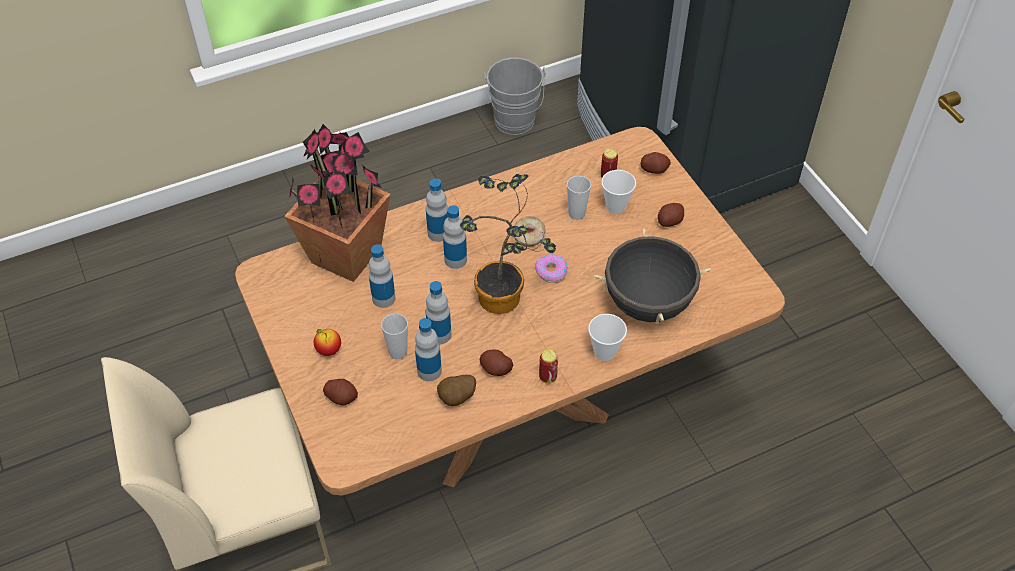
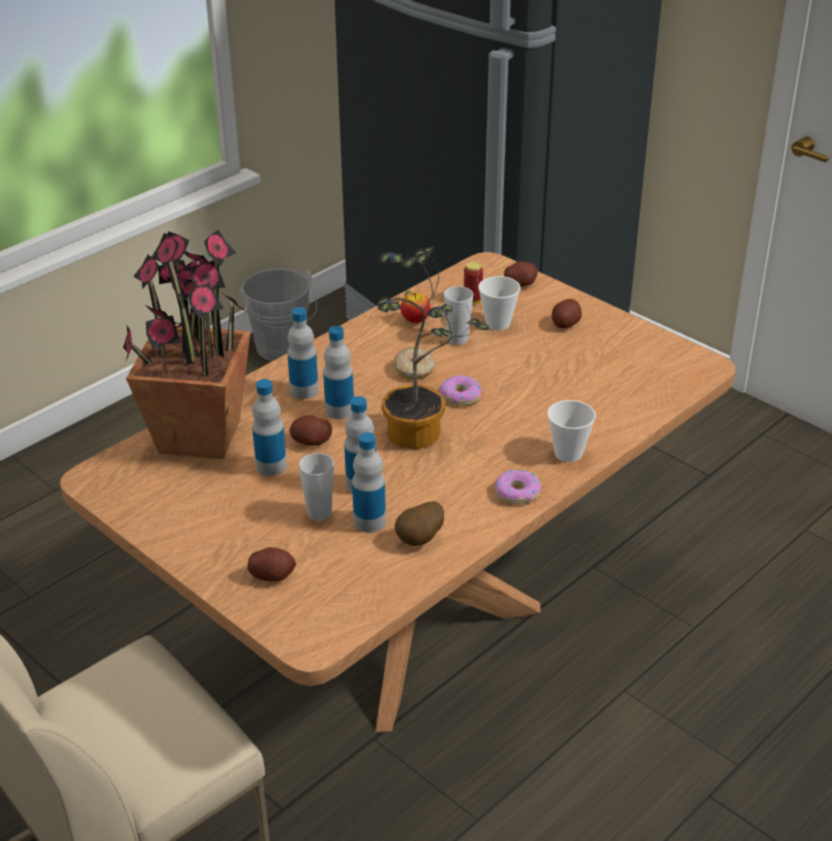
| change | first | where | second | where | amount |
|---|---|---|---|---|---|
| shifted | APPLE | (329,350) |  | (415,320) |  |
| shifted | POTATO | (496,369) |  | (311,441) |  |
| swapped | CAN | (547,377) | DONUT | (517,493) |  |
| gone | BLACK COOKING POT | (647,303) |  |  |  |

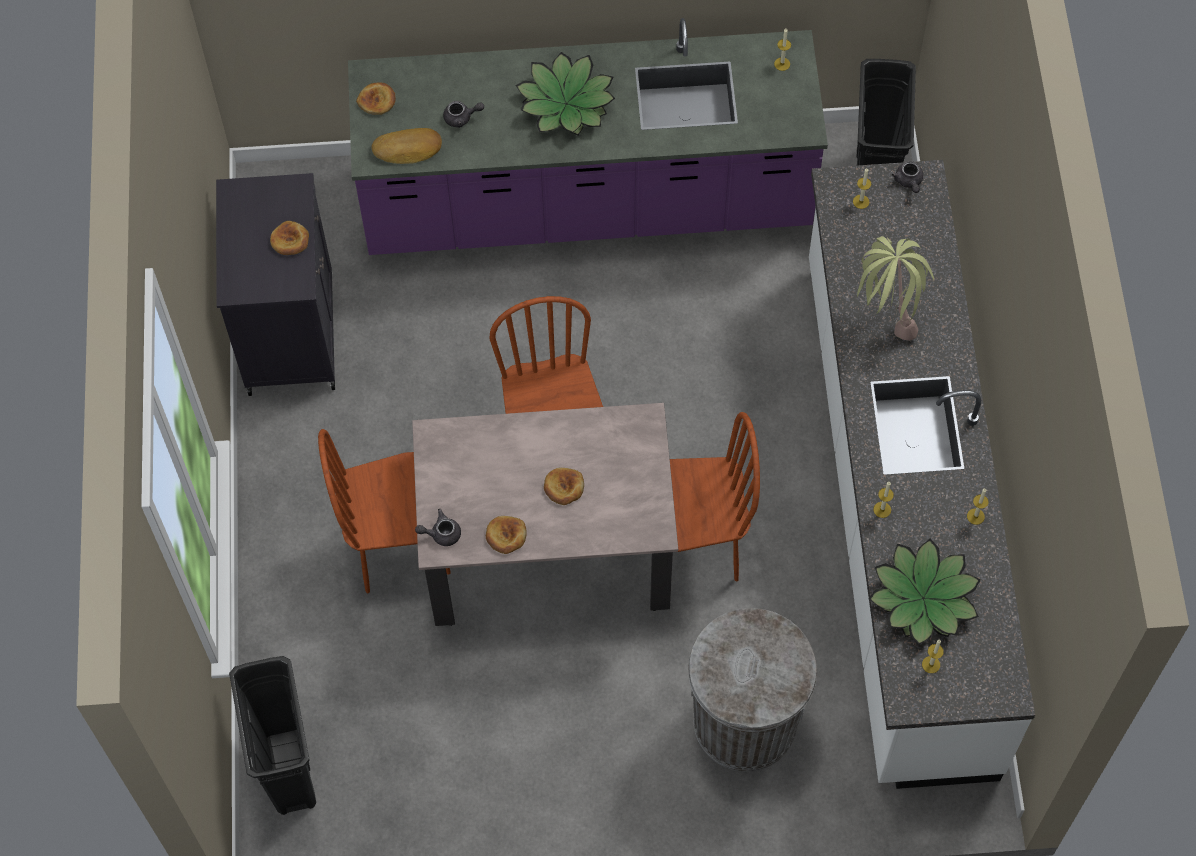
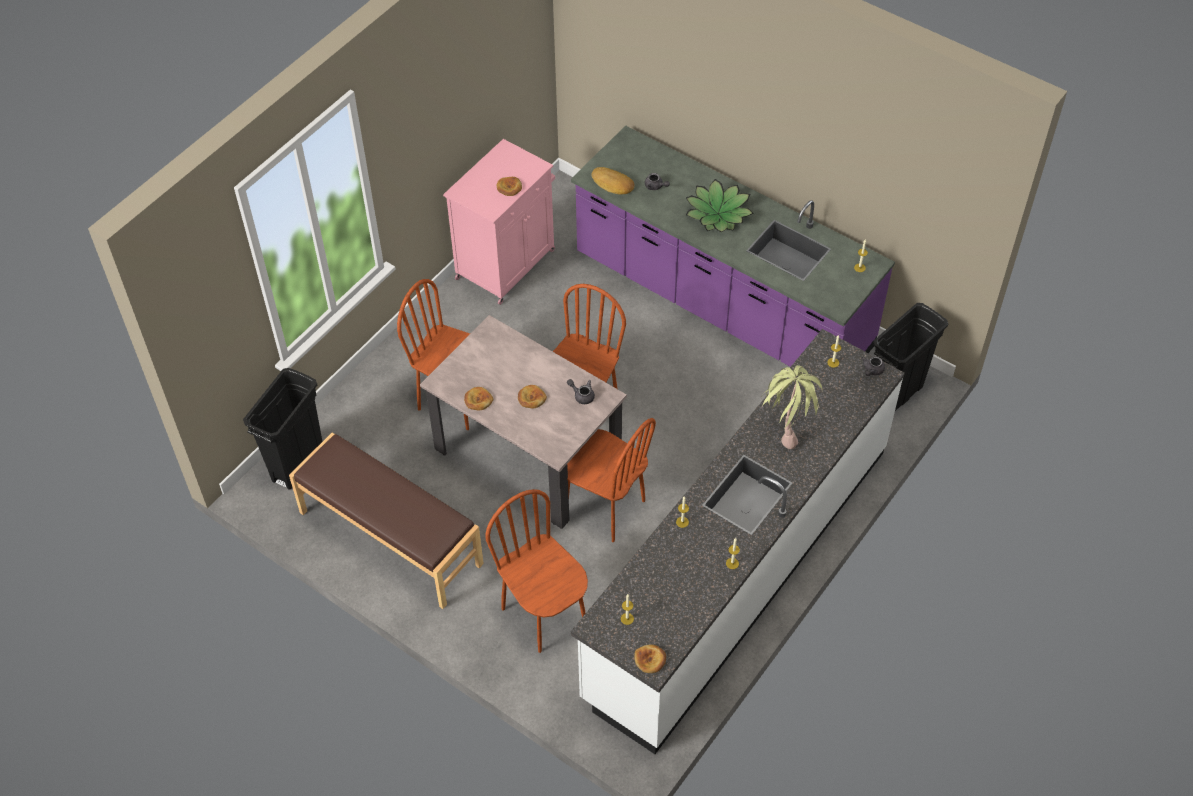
| change | first | where | second | where | amount |
|---|---|---|---|---|---|
| repainted | BLACK CABINET | (290,330) | PINK CABINET | (506,263) |  |
| shifted | BREAD | (377,100) |  | (650,660) |  |
| shifted | GREY TEAPOT | (441,533) |  | (582,395) |  |
| swapped | GREY TRASH CAN | (744,722) | BROWN CHAIR | (544,614) |  |
| gone | POTTED PLANT | (922,598) |  |  |  |
| new |  |  | BROWN BENCH | (389,538) |  |

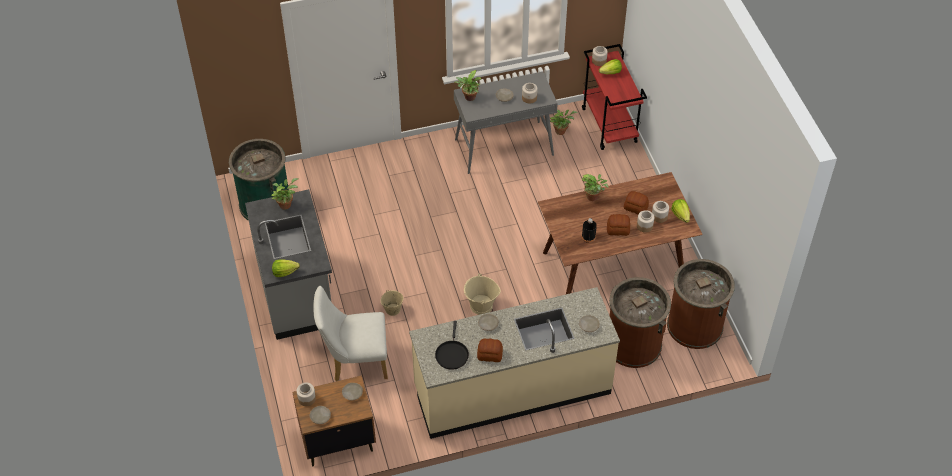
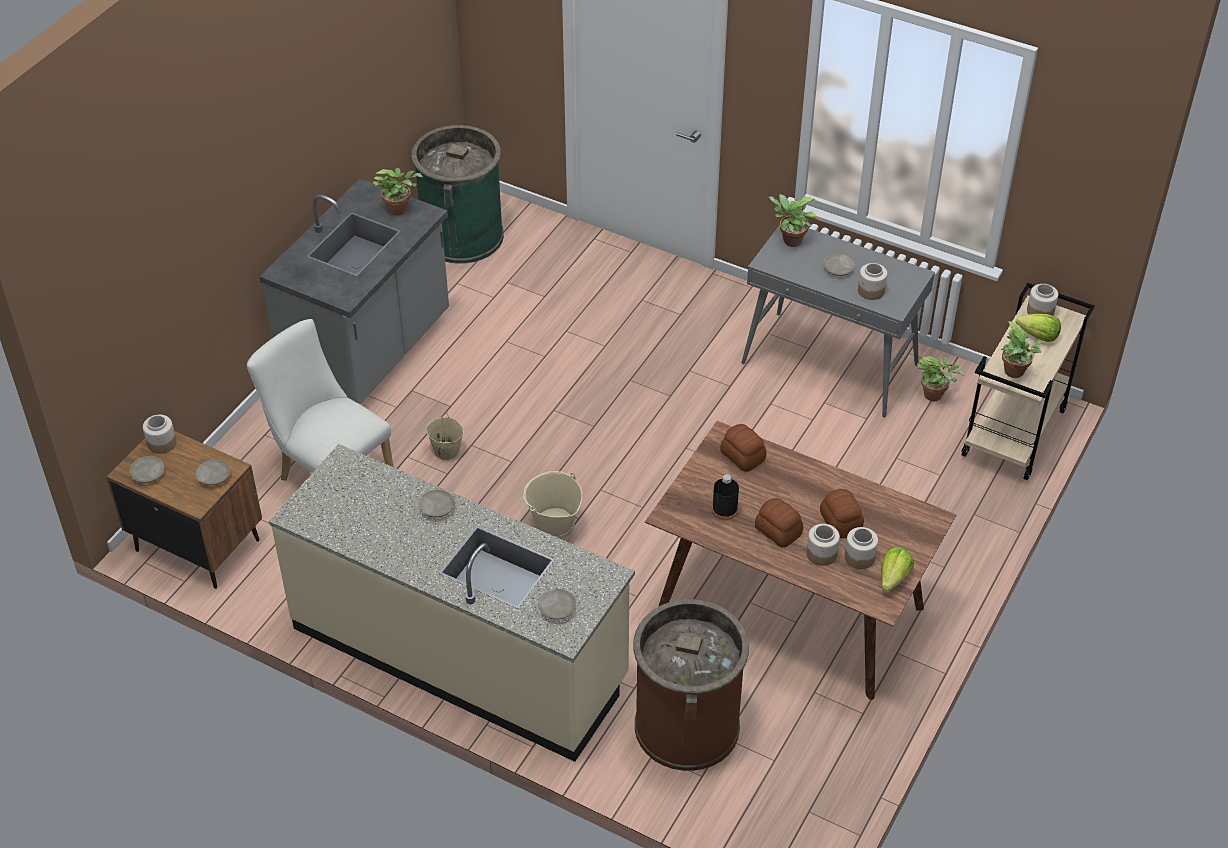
| change | first | where | second | where | amount |
|---|---|---|---|---|---|
| gone | LETTUCE | (285,272) |  |  |  |
| gone | BLACK FRYING PAN | (452,354) |  |  |  |
| shifted | BREAD | (490,355) |  | (742,457) |  |
| repainted | RED CART | (610,125) | BEIGE CART | (1014,434) |  |
| shifted | POTTED PLANT | (593,197) |  | (1016,373) |  |
| gone | BROWN TRASH CAN | (695,325) |  |  |  |

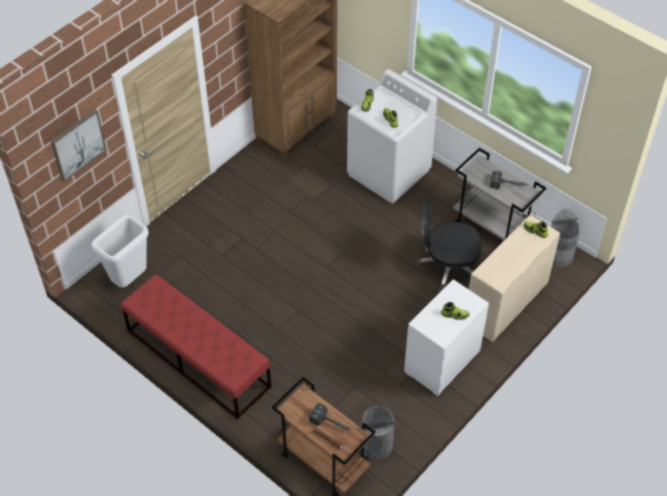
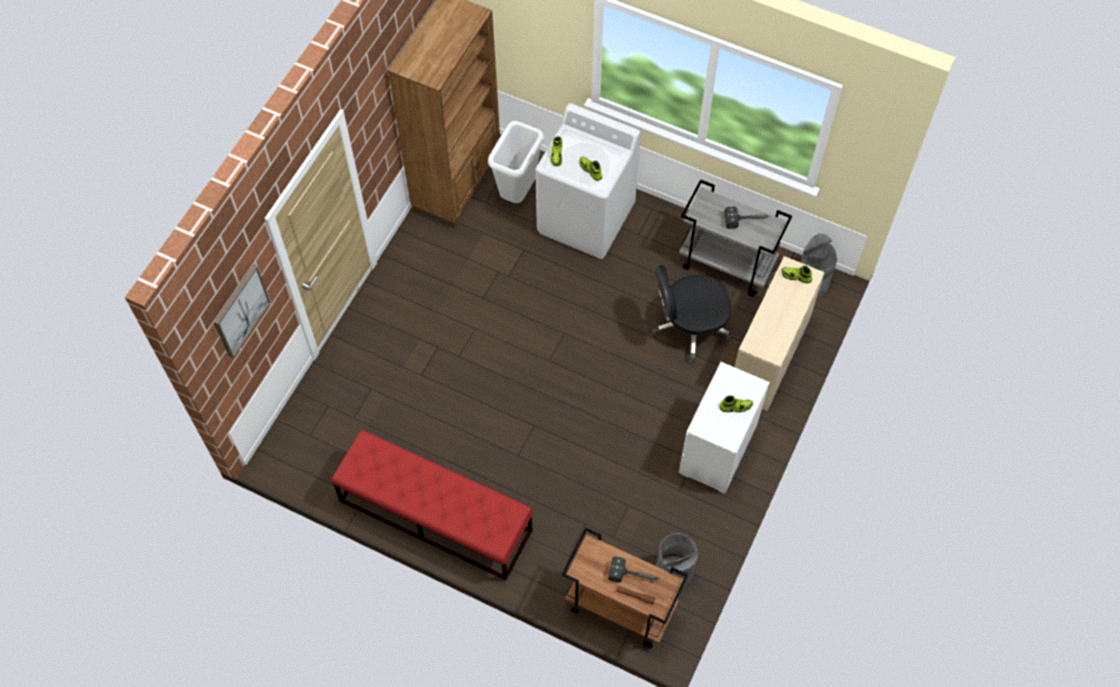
| change | first | where | second | where | amount |
|---|---|---|---|---|---|
| shifted | WHITE TRASH CAN | (129,279) |  | (517,192) |  |

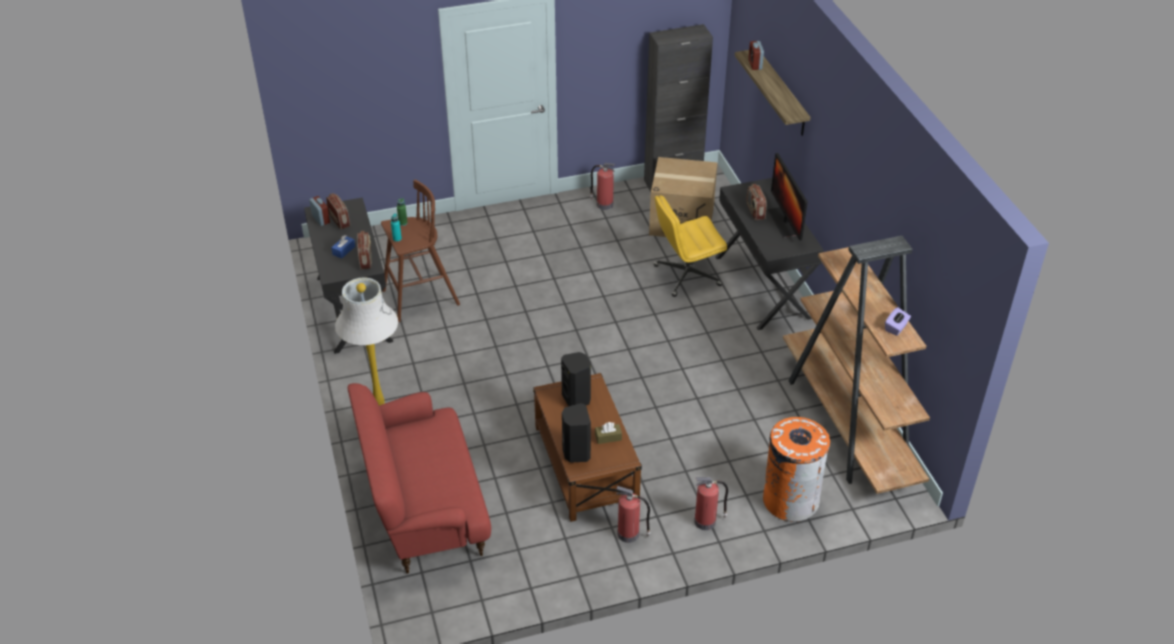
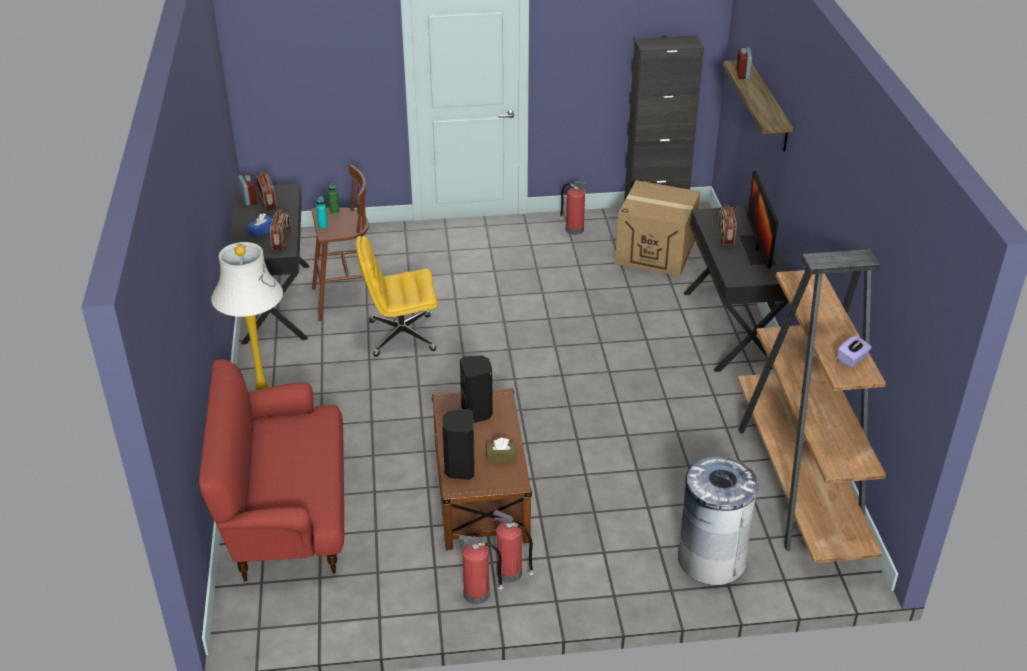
| change | first | where | second | where | amount |
|---|---|---|---|---|---|
| shifted | YELLOW OFFICE CHAIR | (686,276) |  | (401,336) |  |
| shifted | FIRE EXTINGUISHER | (706,521) |  | (478,594) |  |
| repainted | ORANGE TRASH CAN | (790,499) | GREY TRASH CAN | (711,559) |  |

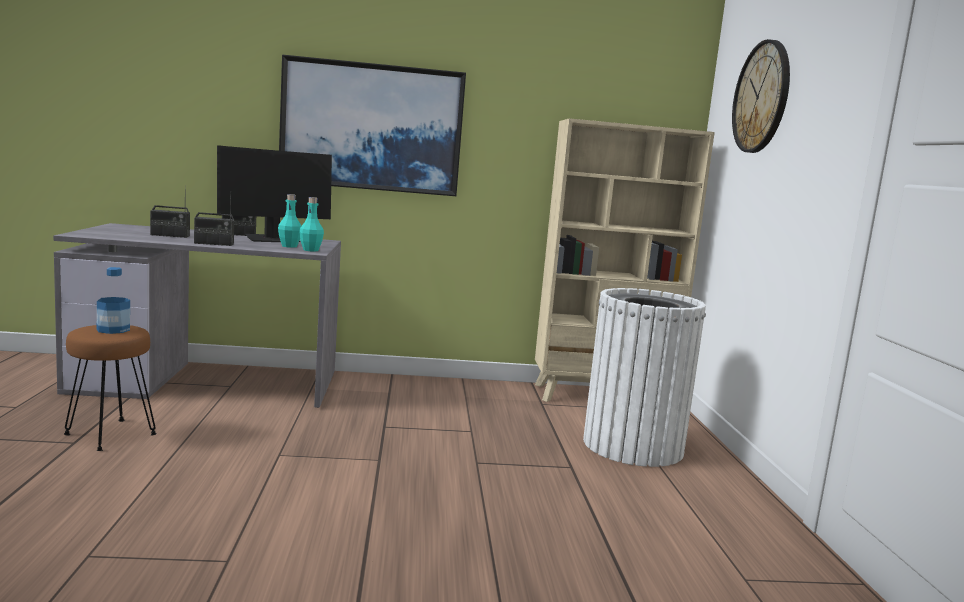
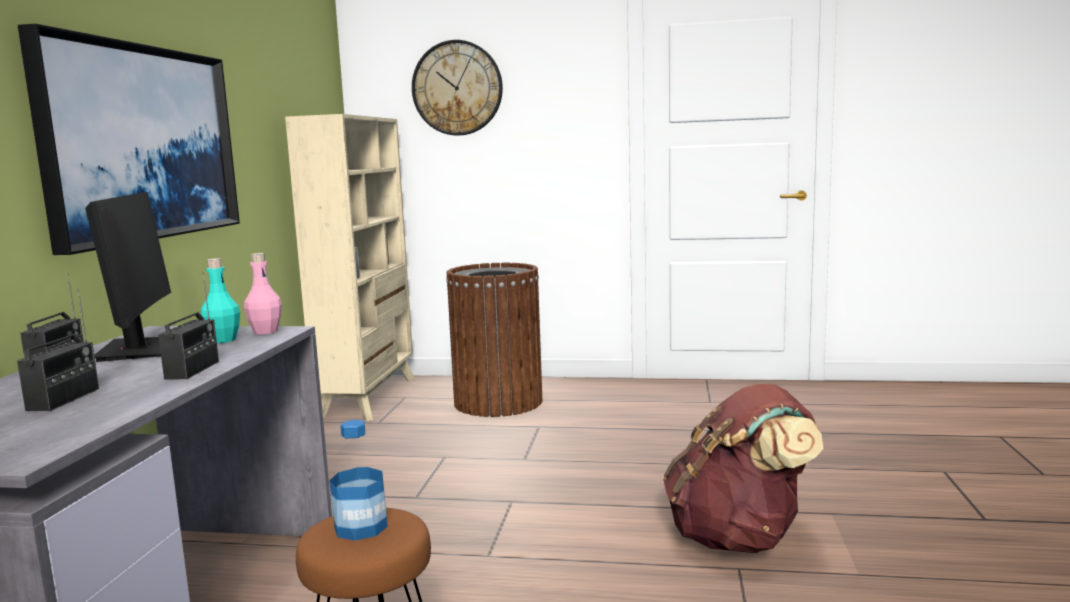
| change | first | where | second | where | amount |
|---|---|---|---|---|---|
| repainted | TURQUOISE BOTTLE | (310,250) | PINK BOTTLE | (265,331) |  |
| repainted | WHITE TRASH CAN | (633,446) | BROWN TRASH CAN | (498,402) |  |
| new |  |  | BROWN BACKPACK | (739,538) |  |

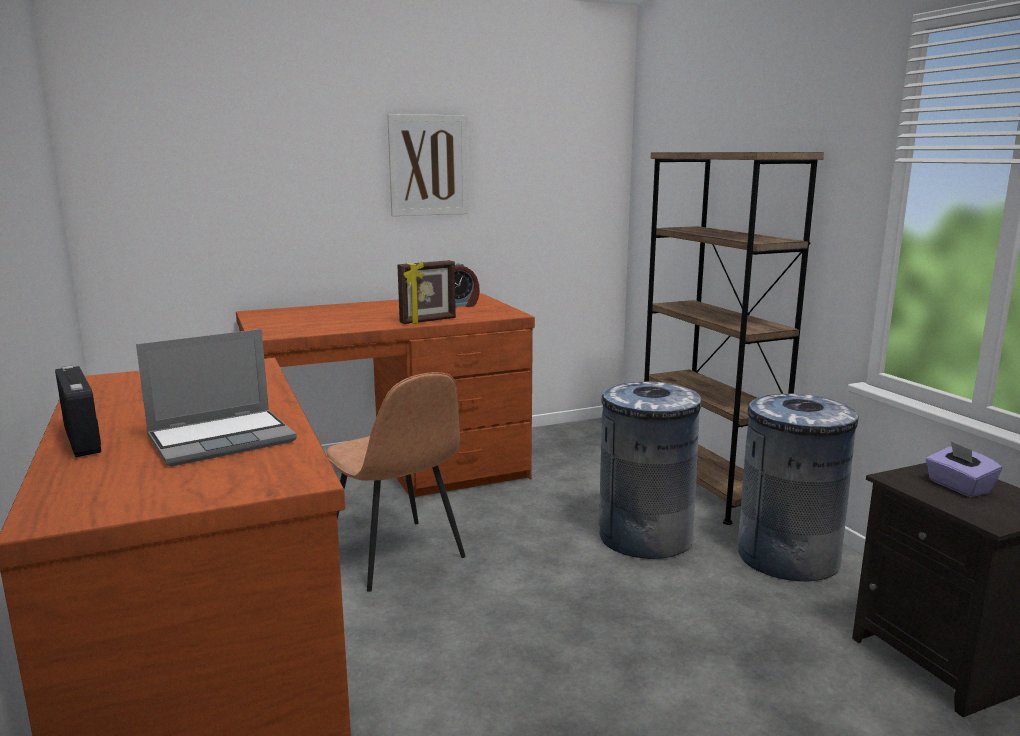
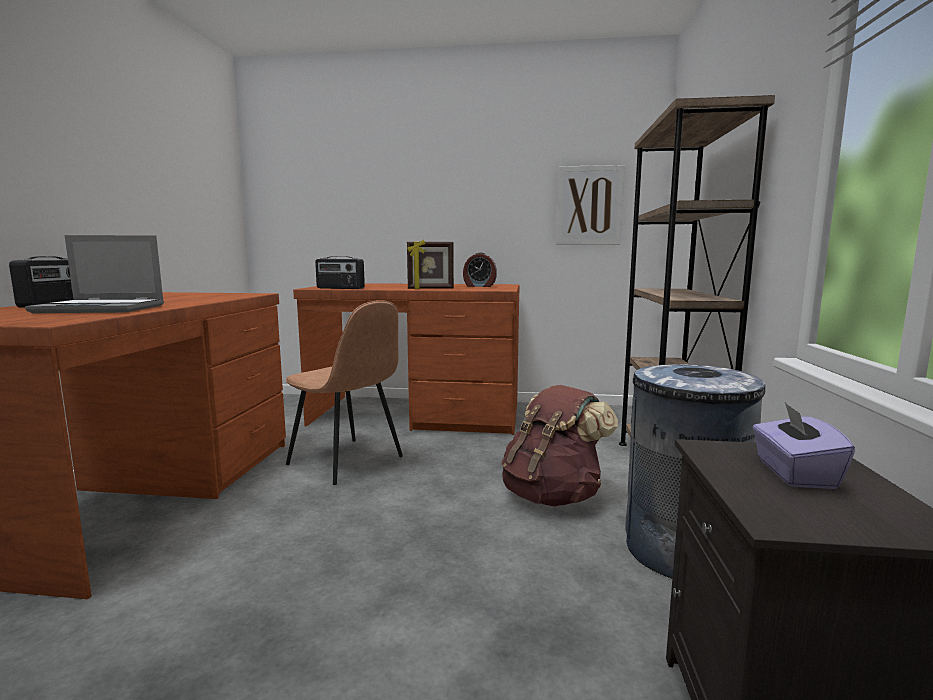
| change | first | where | second | where | amount |
|---|---|---|---|---|---|
| rotated | BROWN CHAIR | (396,556) |  | (347,461) | 45 degrees counterclockwise |
| shifted | PICTURE | (428,165) |  | (589,206) |  |
| swapped | GREY TRASH CAN | (644,537) | BROWN BACKPACK | (552,495) |  |
| new |  |  | RADIO | (340,288) |  |

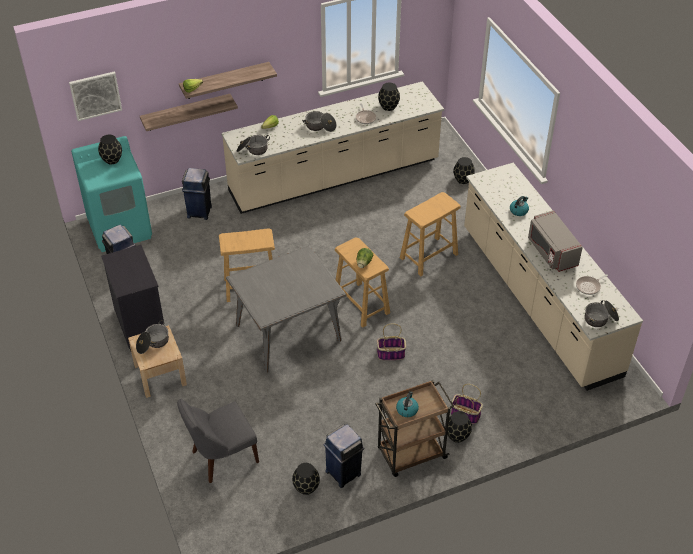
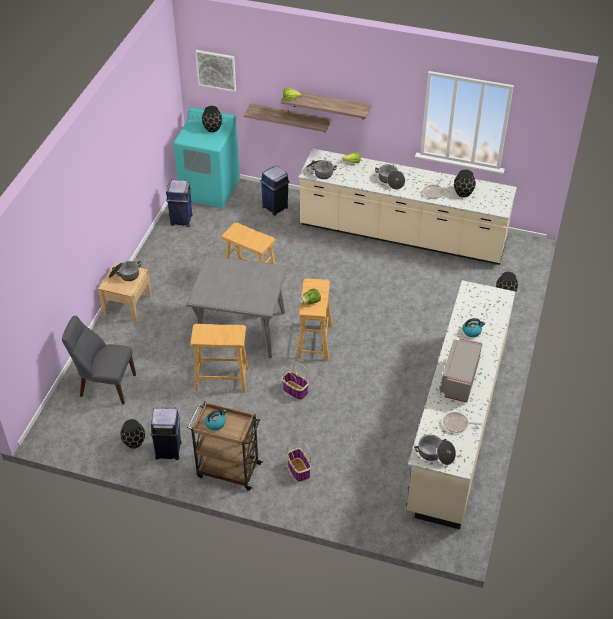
| change | first | where | second | where | amount |
|---|---|---|---|---|---|
| gone | BLACK CABINET | (140,324) |  |  |  |
| shifted | BEIGE STOOL | (428,256) |  | (221,378) |  |
| gone | BLACK VASE | (457,436) |  |  |  |

